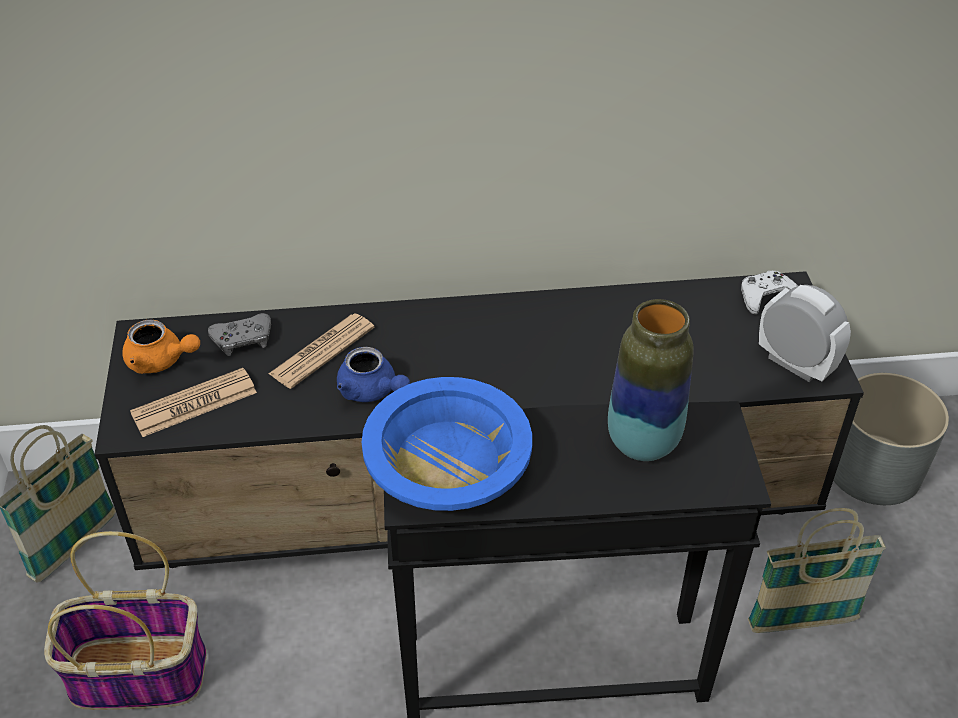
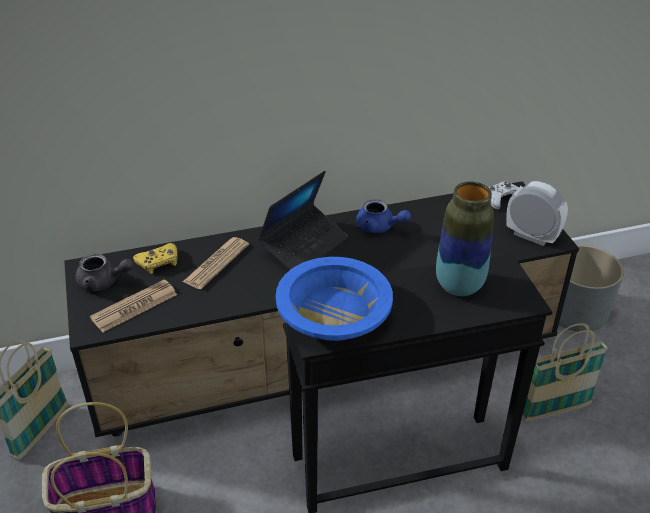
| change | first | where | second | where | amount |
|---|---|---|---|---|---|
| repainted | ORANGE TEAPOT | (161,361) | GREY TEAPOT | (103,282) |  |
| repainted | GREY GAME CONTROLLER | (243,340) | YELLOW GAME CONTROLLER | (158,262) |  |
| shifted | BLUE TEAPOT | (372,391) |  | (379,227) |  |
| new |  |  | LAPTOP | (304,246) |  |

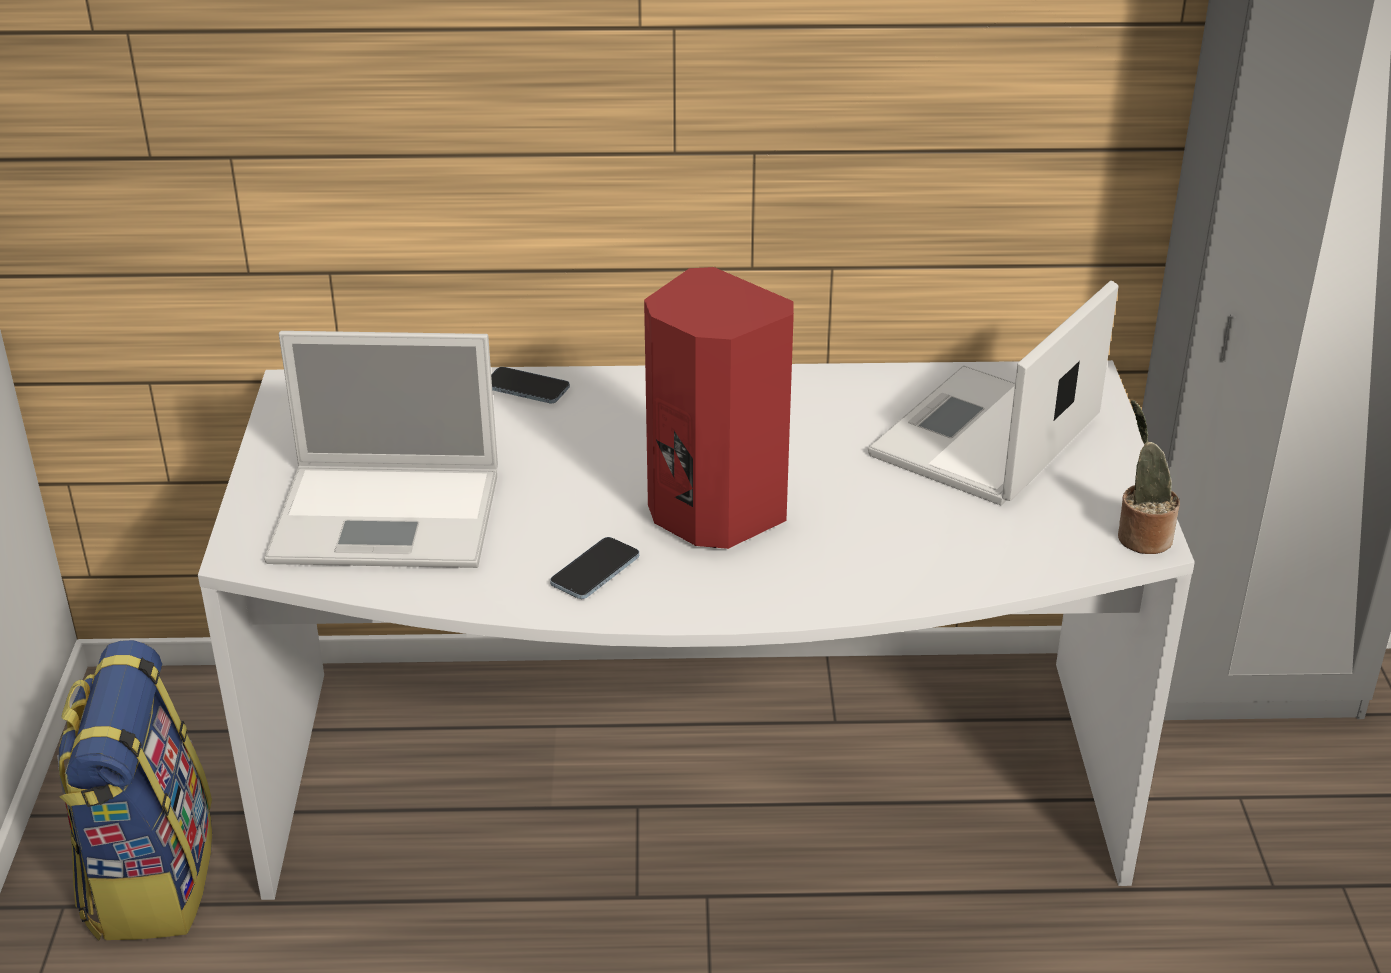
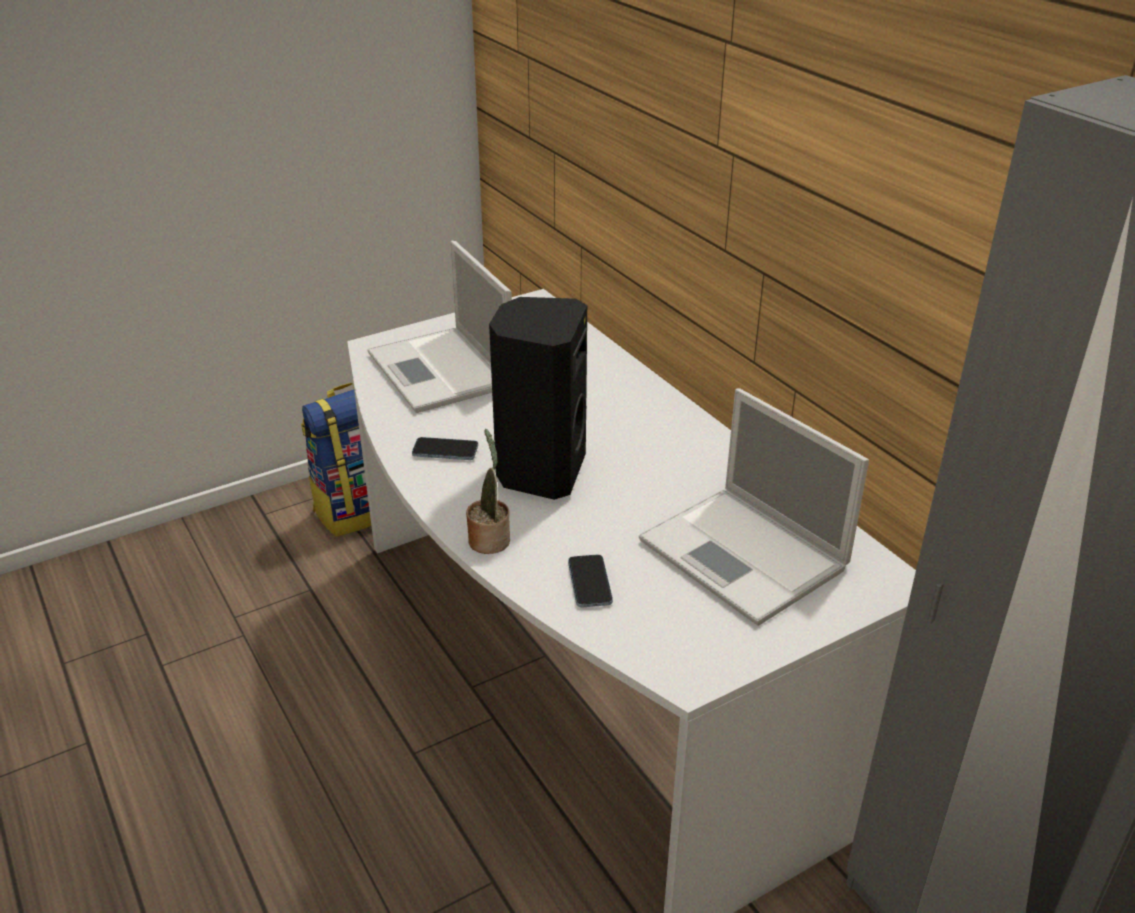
| change | first | where | second | where | amount |
|---|---|---|---|---|---|
| shifted | PHONE | (526,388) |  | (589,583) |  |
| repainted | RED SPEAKER | (712,515) | BLACK SPEAKER | (539,472) |  |
| rotated | LAPTOP | (983,440) |  | (746,556) | 135 degrees counterclockwise |
| shifted | POTTED PLANT | (1140,536) |  | (489,538) |  |

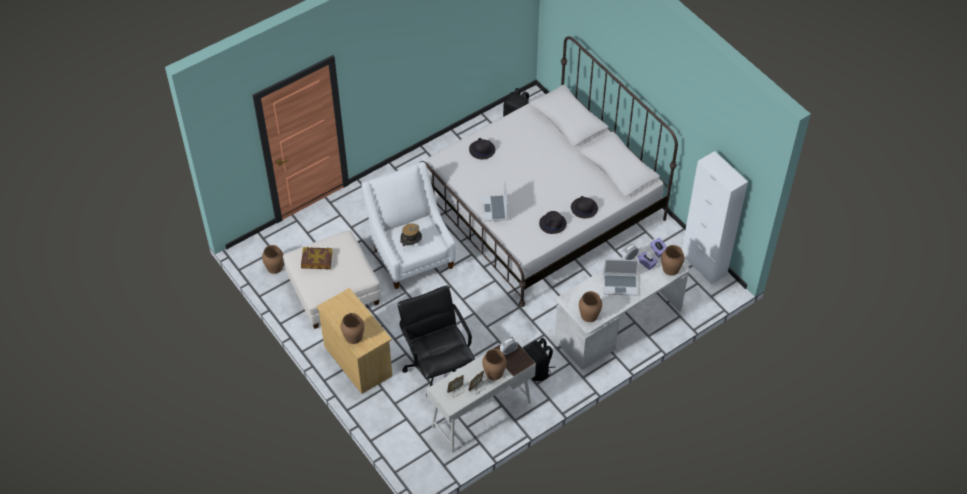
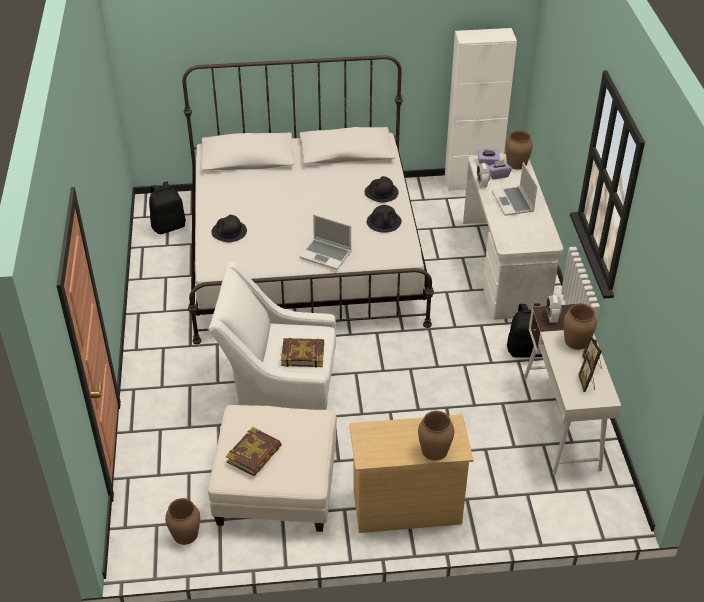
| change | first | where | second | where | amount |
|---|---|---|---|---|---|
| gone | BLACK OFFICE CHAIR | (437,367) |  |  |  |
| swapped | HAT | (411,244) | BOOK | (303,354) |  |
| gone | BROWN VASE | (589,315) |  |  |  |
| rotated | LAPTOP | (620,284) |  | (513,202) | 135 degrees clockwise |

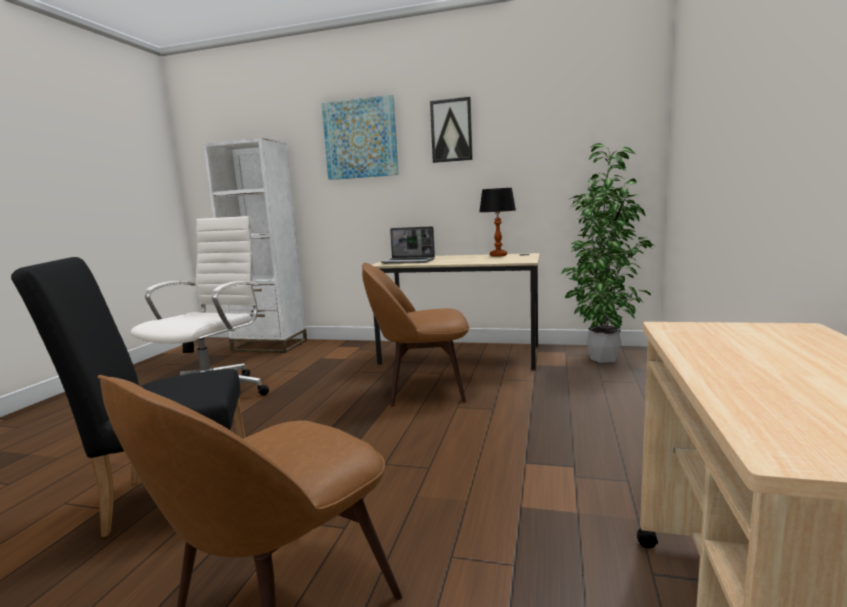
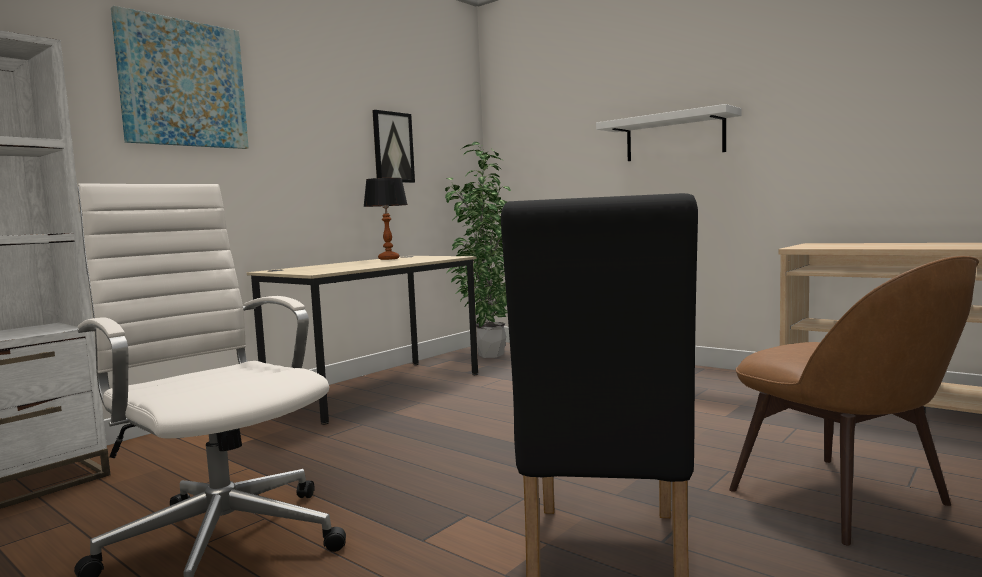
| change | first | where | second | where | amount |
|---|---|---|---|---|---|
| gone | BROWN CHAIR | (422,388) |  |  |  |
| gone | LAPTOP | (409,261) |  |  |  |
| shifted | PICTURE | (451,130) |  | (392,147) |  |
| new |  |  | WHITE SHELF | (674,137) |  |

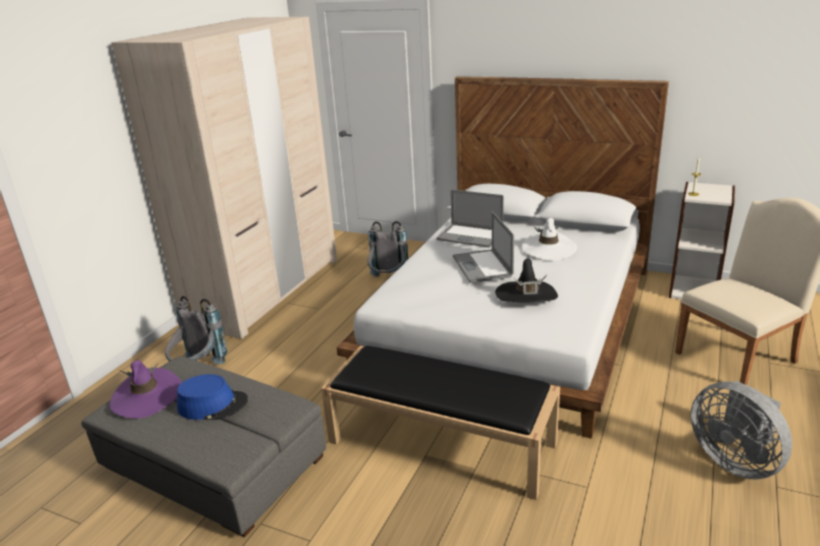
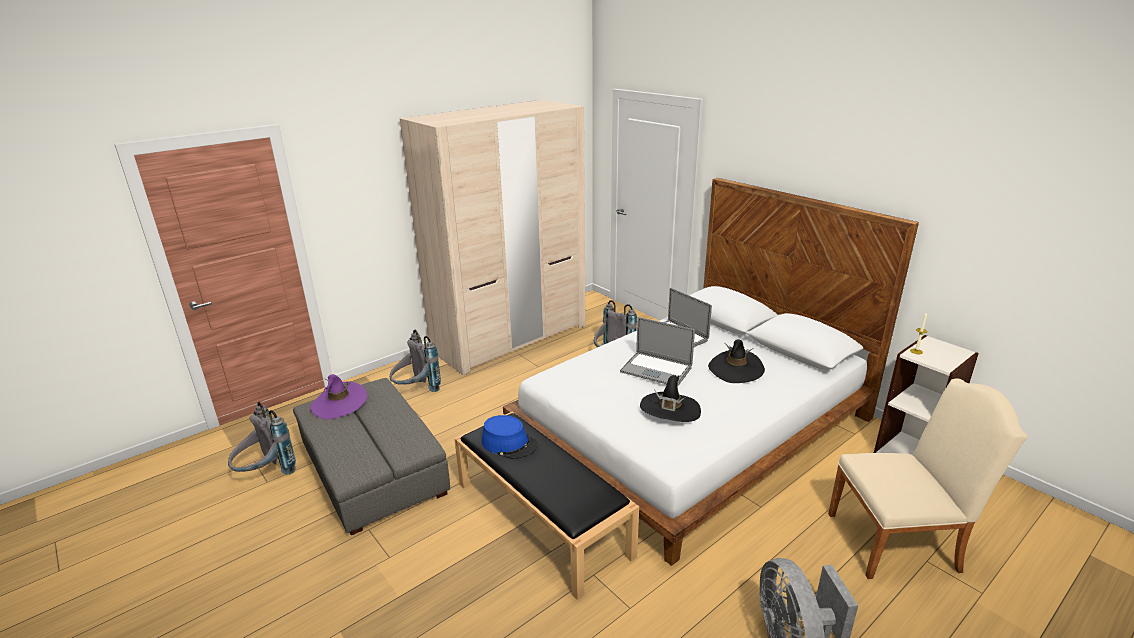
| change | first | where | second | where | amount |
|---|---|---|---|---|---|
| shifted | BLUE HAT | (213,405) |  | (509,443) |  |
| rotated | LAPTOP | (482,266) |  | (656,369) | 75 degrees counterclockwise |
| repainted | WHITE HAT | (548,249) | BLACK HAT | (735,369) |  |
| new |  |  | GREY BACKPACK | (266,474) |  |

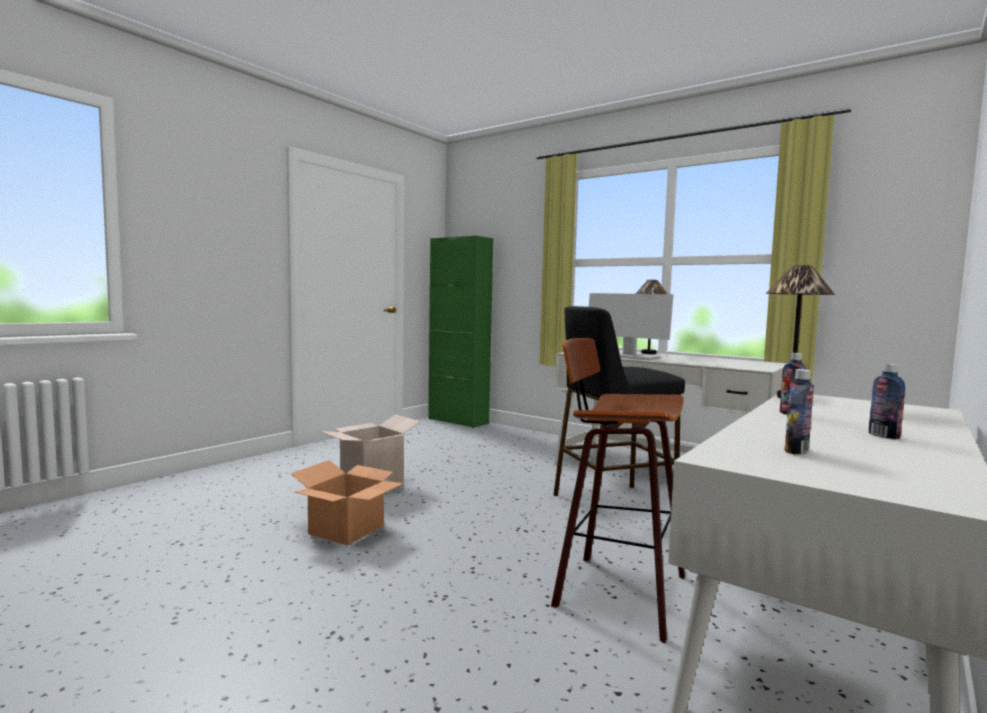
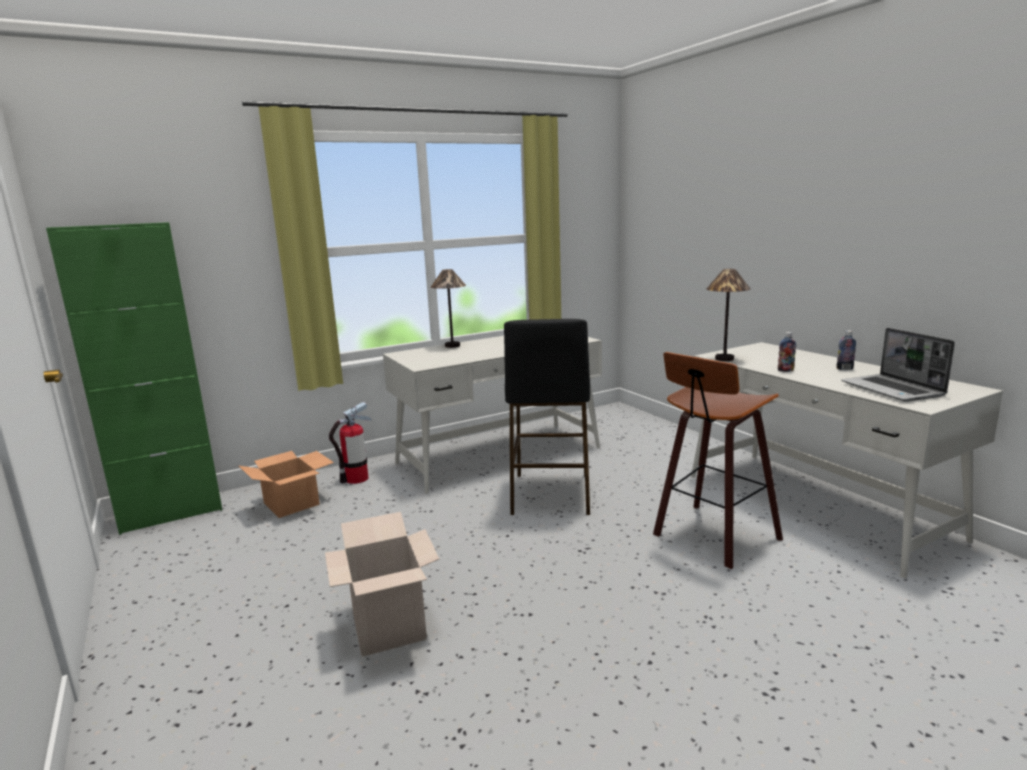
| change | first | where | second | where | amount |
|---|---|---|---|---|---|
| shifted | CARDBOARD BOX | (346,529) |  | (291,503) |  |
| gone | MONITOR | (627,357) |  |  |  |
| swapped | BOTTLE | (796,451) | LAPTOP | (893,390) |  |
| new |  |  | FIRE EXTINGUISHER | (356,479) |  |

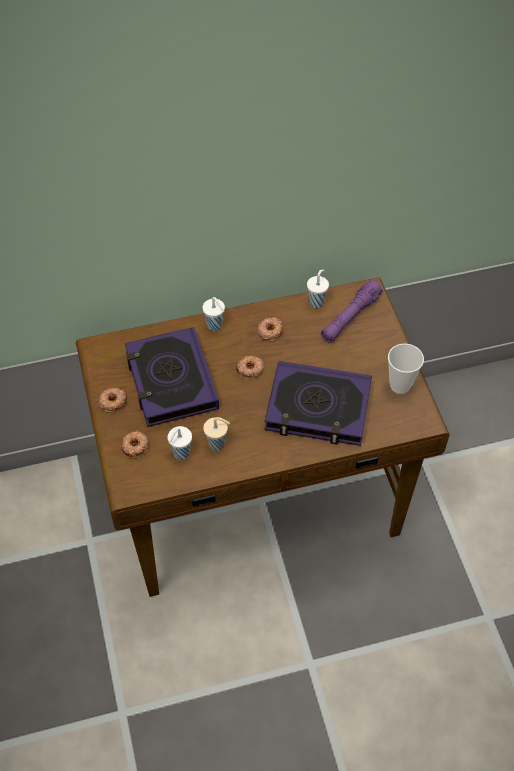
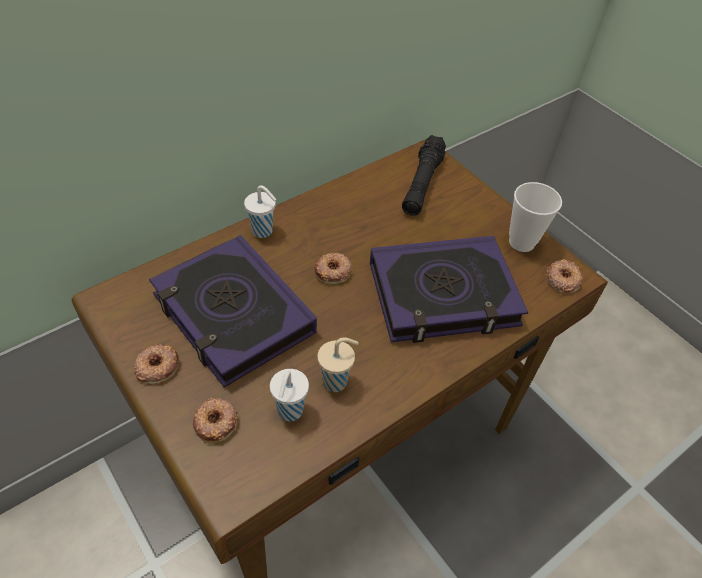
| change | first | where | second | where | amount |
|---|---|---|---|---|---|
| shifted | DONUT | (270,331) |  | (562,279) |  |
| gone | WHITE CUP | (316,302) |  |  |  |
| repainted | PURPLE FLASHLIGHT | (350,317) | BLACK FLASHLIGHT | (422,184) |  |

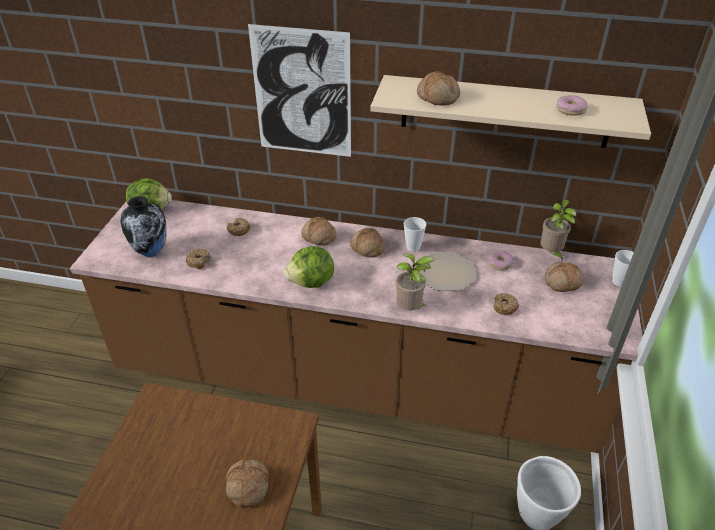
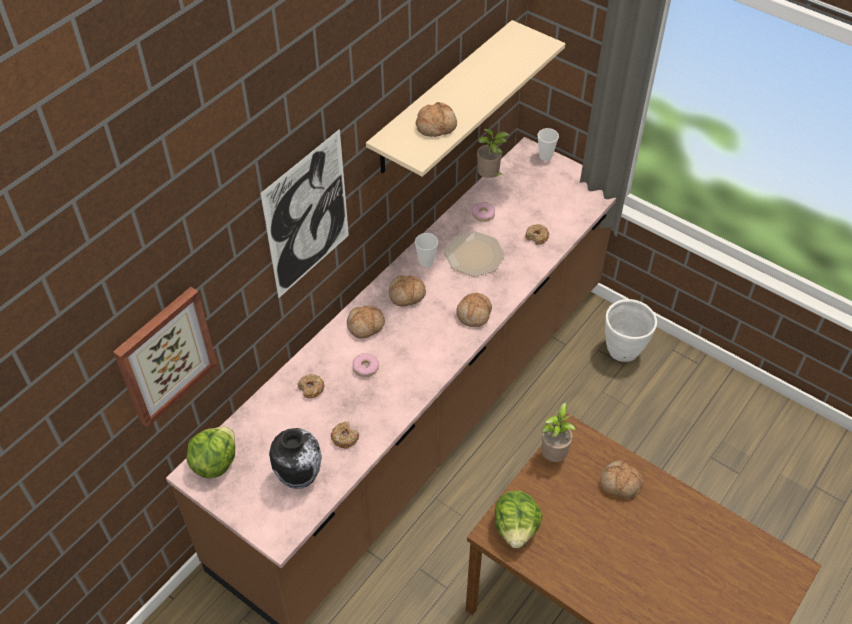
| change | first | where | second | where | amount |
|---|---|---|---|---|---|
| shifted | LETTUCE | (312,282) |  | (516,528) |  |
| shifted | POTTED PLANT | (410,309) |  | (554,455) |  |
| shifted | BREAD | (563,283) |  | (474,314) |  |
| shifted | DONUT | (570,110) |  | (365,367) |  |
| new |  |  | PICTURE | (165,355) |  |

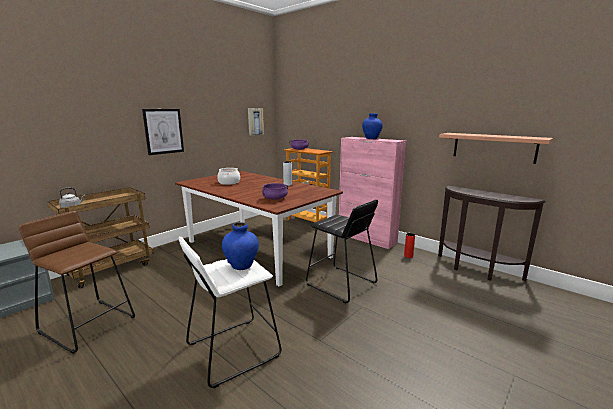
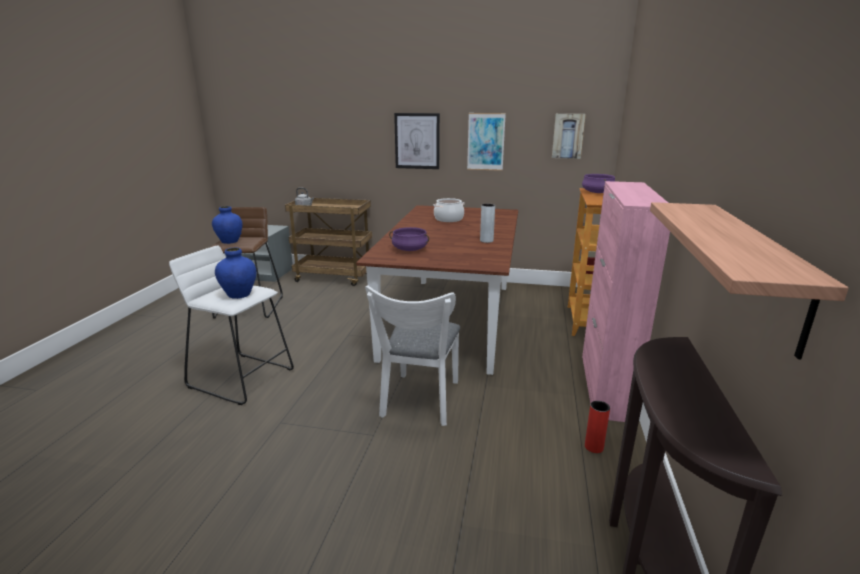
| change | first | where | second | where | amount |
|---|---|---|---|---|---|
| swapped | BLACK STOOL | (340,284) | WHITE CHAIR | (419,402) |  |
| shifted | BLUE VASE | (371,138) |  | (230,241) |  |
| new |  |  | PICTURE | (485,142) |  |

